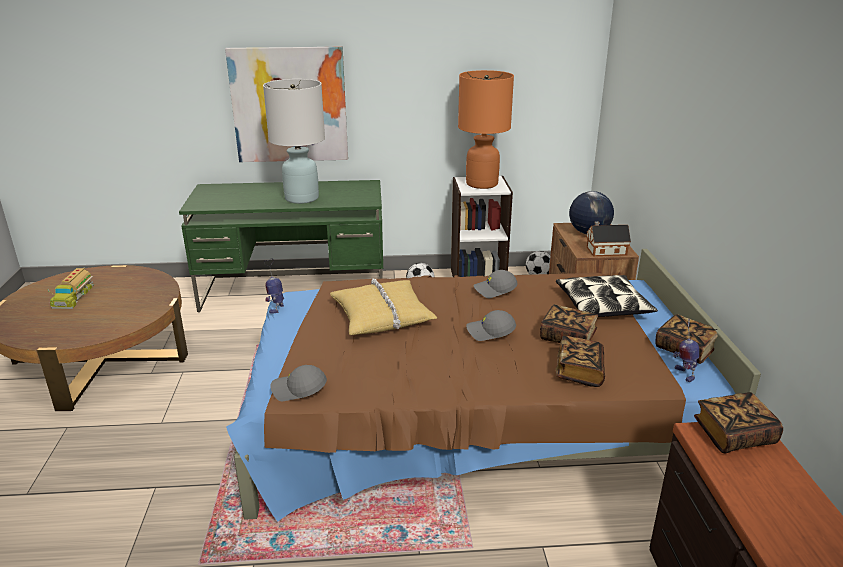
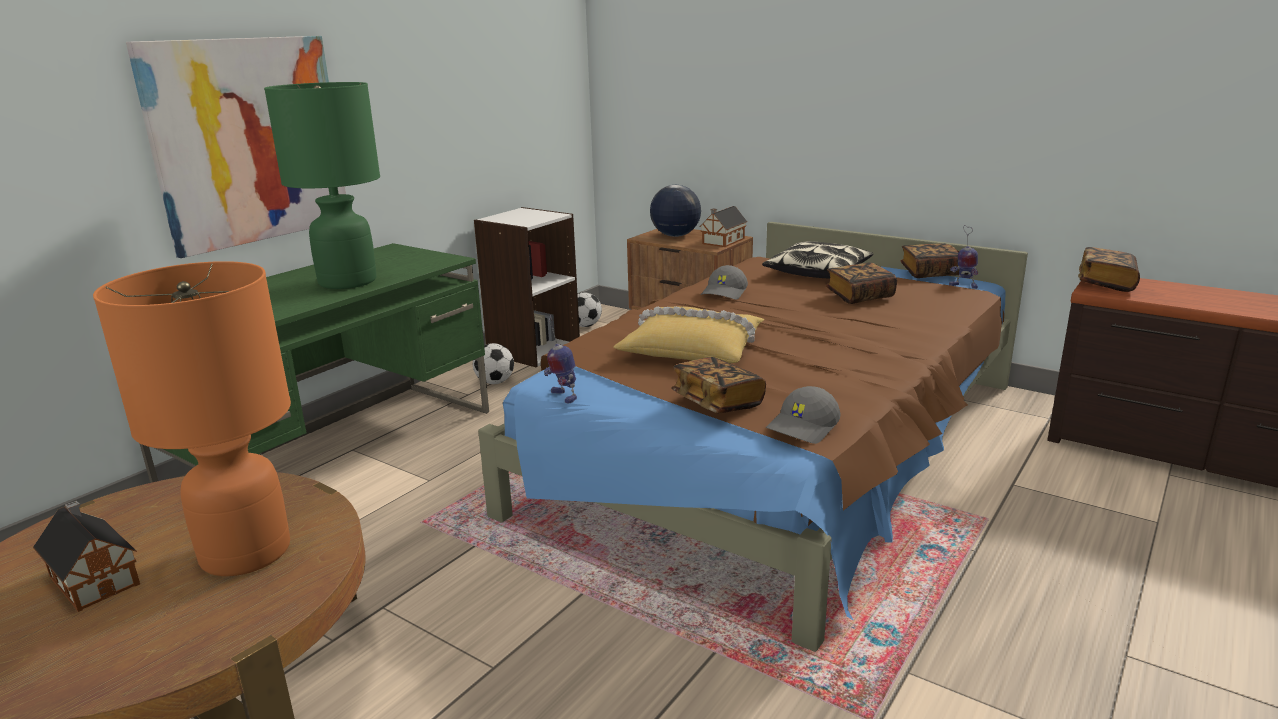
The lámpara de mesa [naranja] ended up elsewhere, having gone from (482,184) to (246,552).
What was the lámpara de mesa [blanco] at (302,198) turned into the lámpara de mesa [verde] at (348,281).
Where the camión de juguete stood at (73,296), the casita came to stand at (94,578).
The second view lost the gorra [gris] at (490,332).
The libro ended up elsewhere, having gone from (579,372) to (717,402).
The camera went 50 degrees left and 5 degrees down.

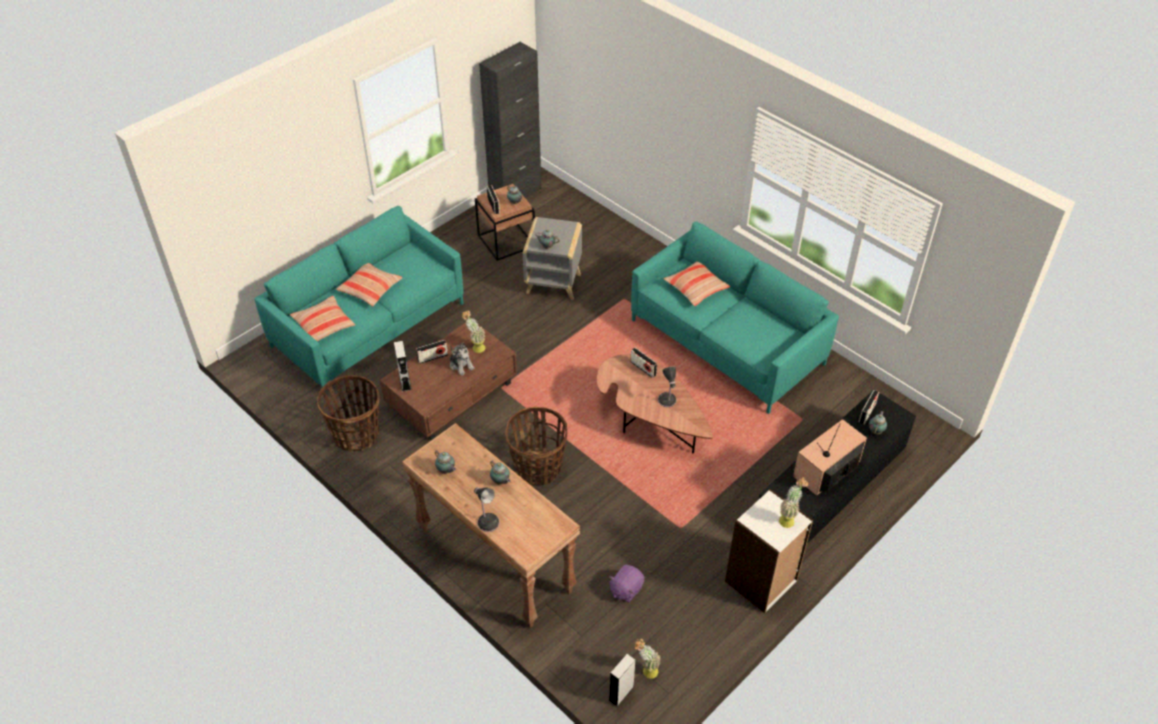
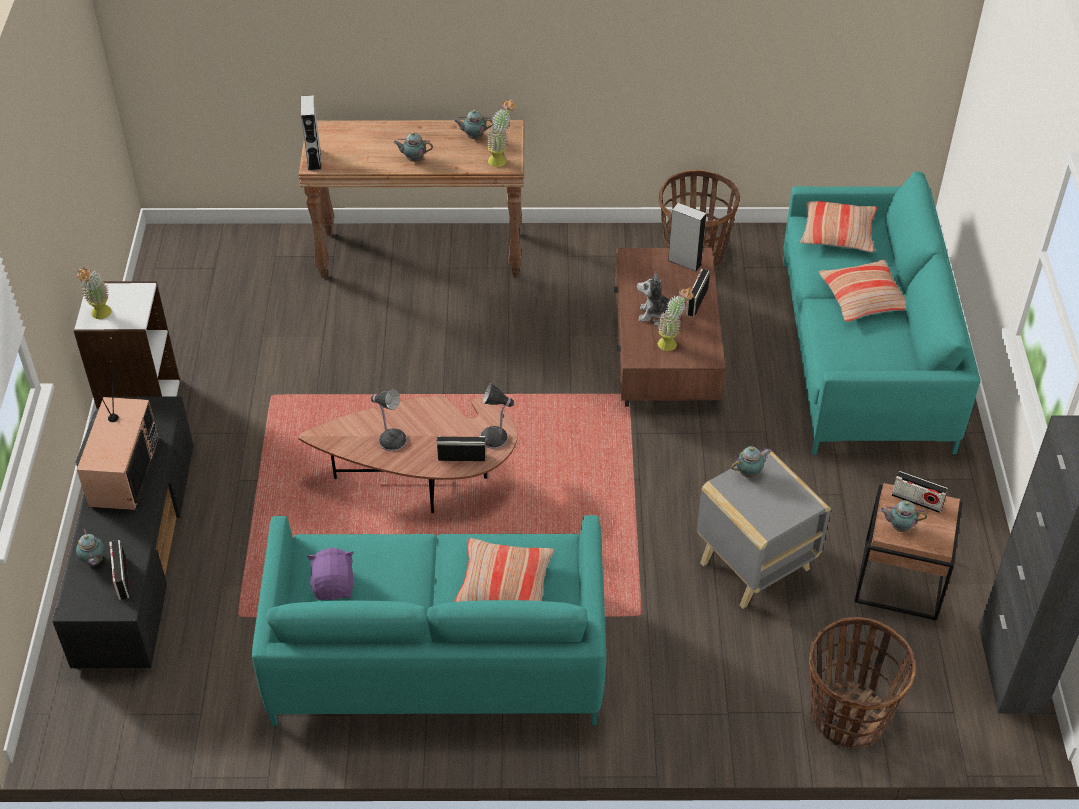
The cesta ended up elsewhere, having gone from (538,468) to (847,716).
The lámpara de mesa ended up elsewhere, having gone from (487,521) to (496,438).
The peluche [morado] ended up elsewhere, having gone from (626,589) to (334,586).
The planta en maceta ended up elsewhere, having gone from (646,671) to (501,159).
The altavoz [gris] ended up elsewhere, having gone from (621,693) to (314,160).
The camera went 135 degrees right and 0 degrees up.

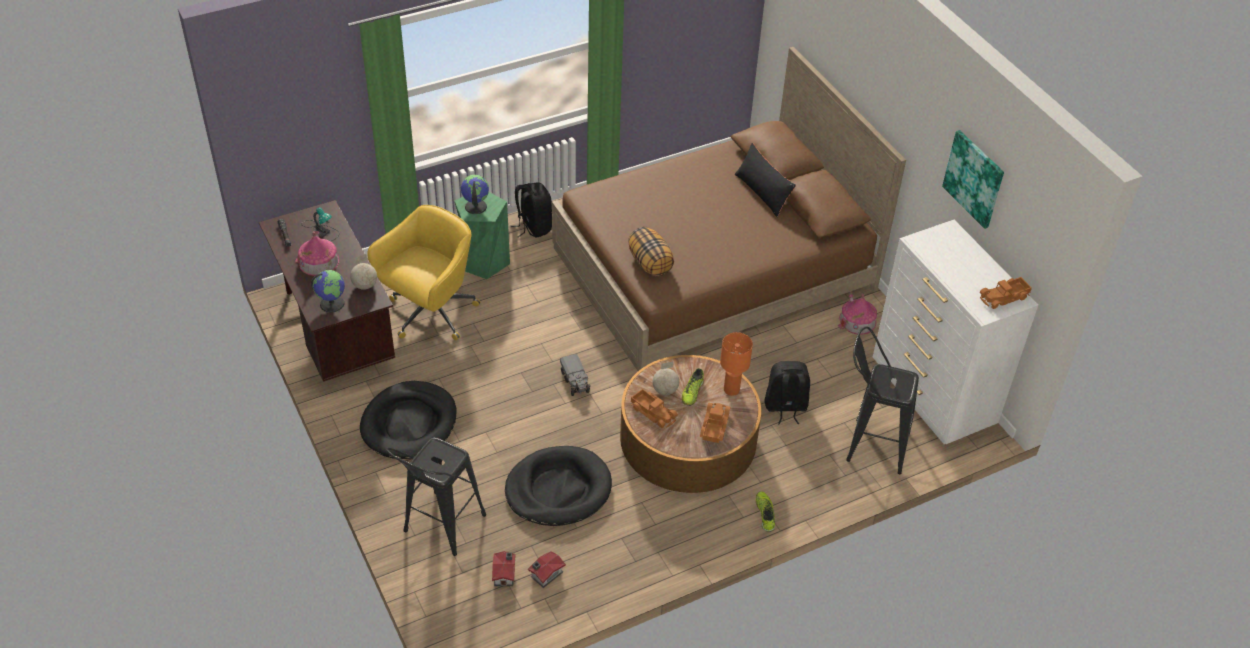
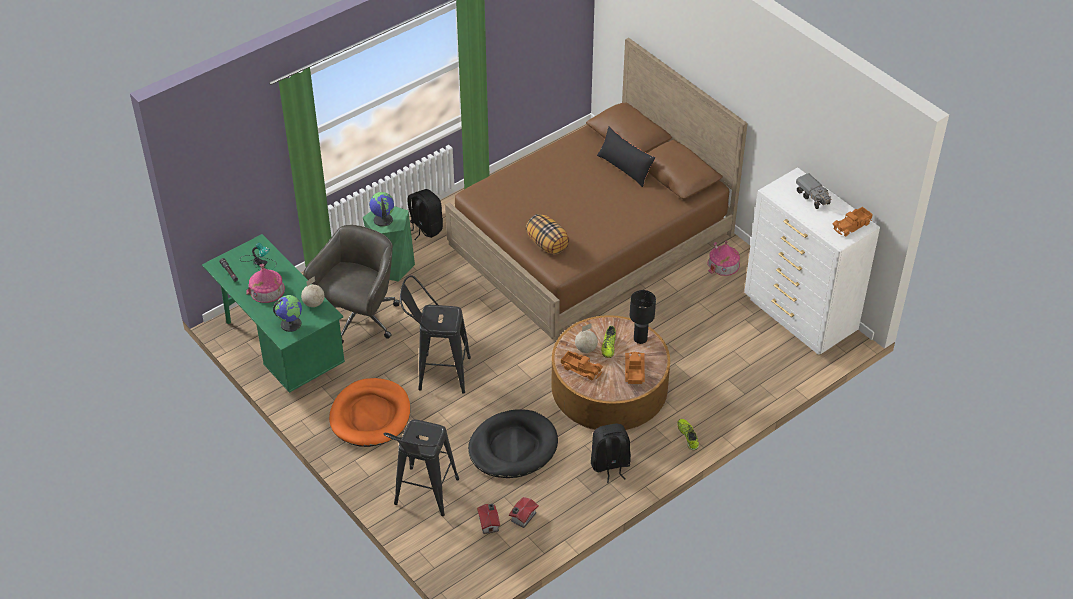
The second view lost the cuadro at (974,178).
What was the escritorio [marrón] at (335,332) turned into the escritorio [verde] at (281,350).
What was the silla de oficina [amarillo] at (430,314) turned into the silla de oficina [gris] at (359,319).
The taburete [negro] ended up elsewhere, having gone from (870,444) to (437,373).
What was the lámpara de mesa [naranja] at (732,389) turned into the lámpara de mesa [negro] at (640,339).
The camión de juguete ended up elsewhere, having gone from (575,382) to (813,197).
The mochila [negro] ended up elsewhere, having gone from (785,407) to (610,465).
What was the cama para perro [negro] at (409,423) turned into the cama para perro [naranja] at (370,415).
The camera went 10 degrees left and 0 degrees up.

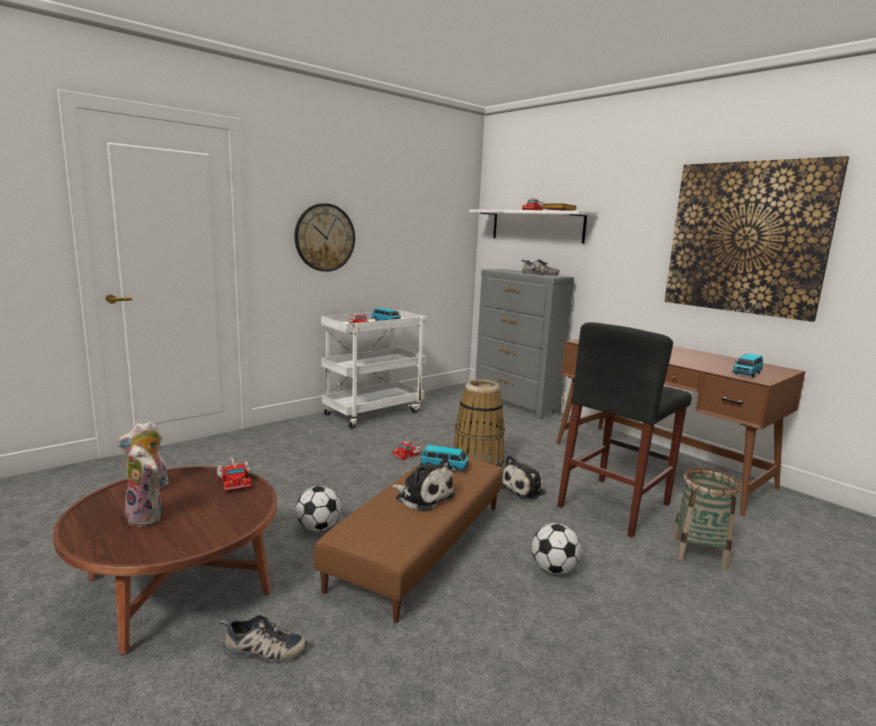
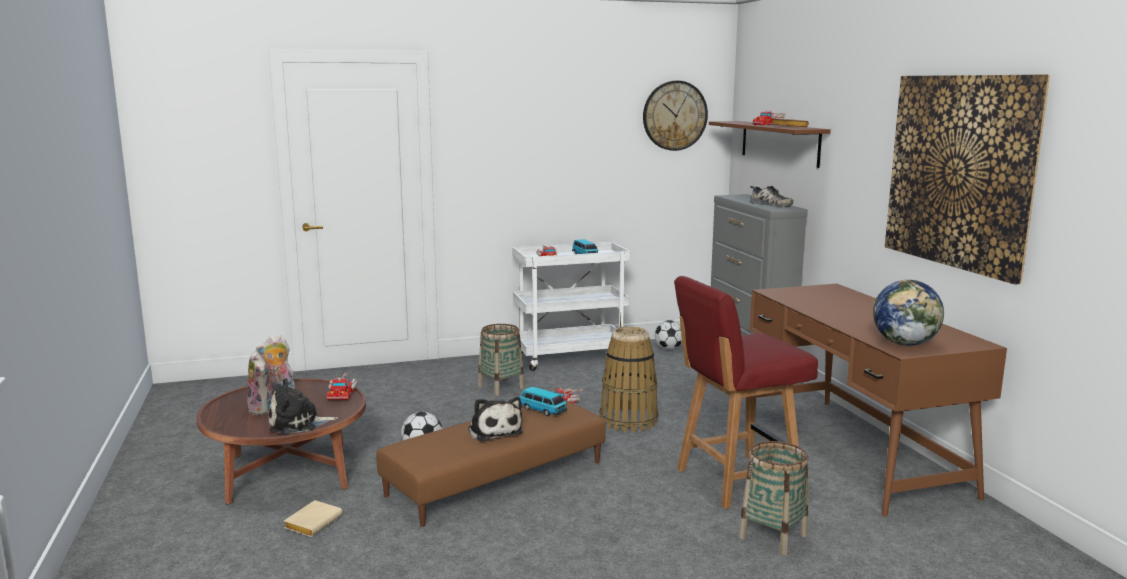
The reloj de pared ended up elsewhere, having gone from (324,237) to (674,115).
What was the estante [blanco] at (536,226) turned into the estante [marrón] at (779,143).
Where the taburete [negro] stood at (614,505), the silla [rojo] came to stand at (735,480).
Where the coche de juguete stood at (747,374), the globo terráqueo came to stand at (905,344).
The peluche ended up elsewhere, having gone from (525,490) to (298,423).
The balón de fútbol ended up elsewhere, having gone from (554,569) to (669,349).
Where the zapato stood at (263,651), the libro [beis] came to stand at (313,522).
The second view gained the cesta at (501,387).
The camera went 25 degrees right and 0 degrees up.

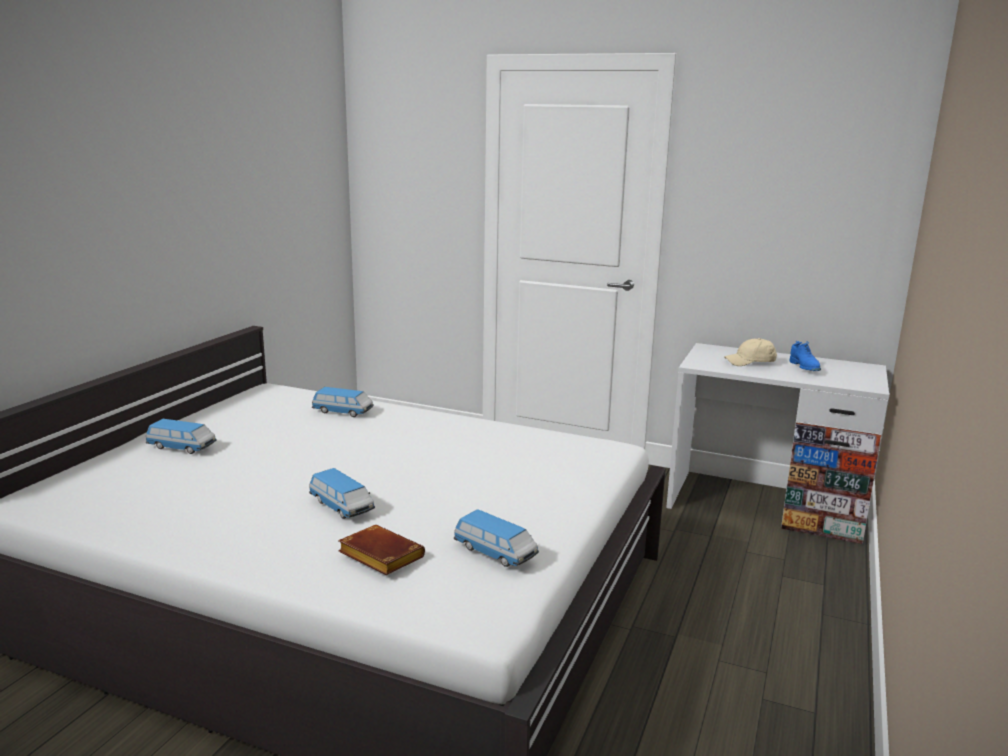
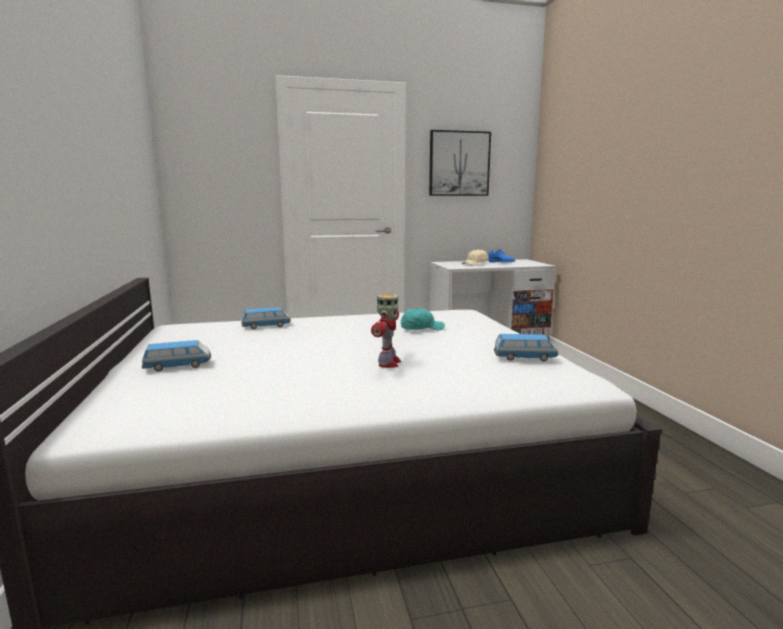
Where the coche de juguete stood at (341,507), the robot de juguete came to stand at (388,363).
The second view lost the libro [marrón] at (378,556).
The second view gained the cuadro at (459,164).
The second view gained the gorra [turquesa] at (421,329).
The camera went 35 degrees left and 5 degrees down.

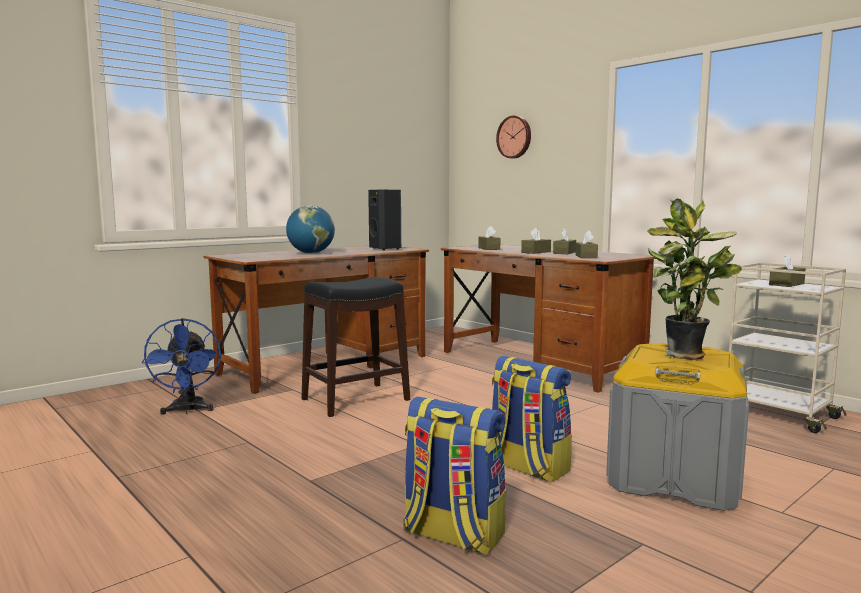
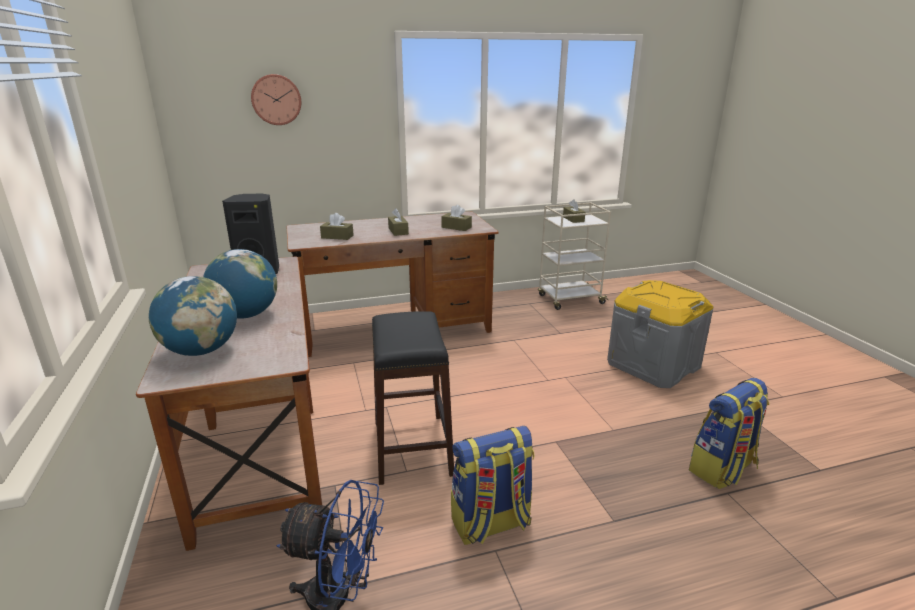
The second view lost the planta en maceta at (686,356).
The second view lost the caja de pañuelos [marrón] at (564,253).
The mochila ended up elsewhere, having gone from (527,467) to (491,524).
The second view gained the globo terráqueo at (201,351).
The camera went 65 degrees left and 15 degrees up.

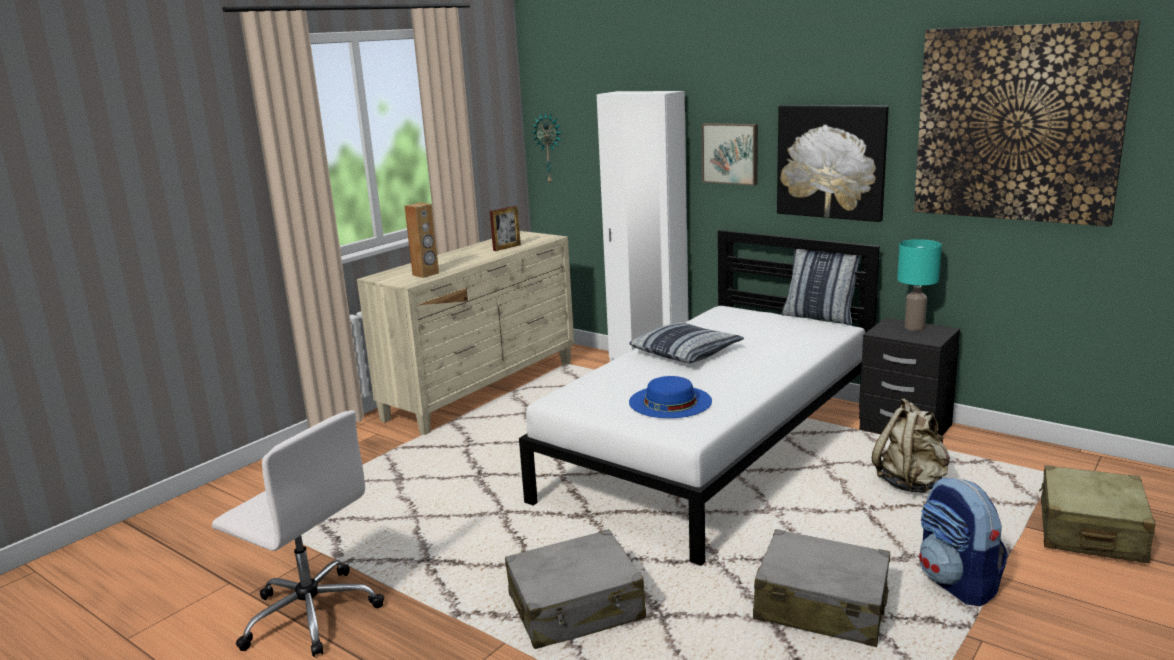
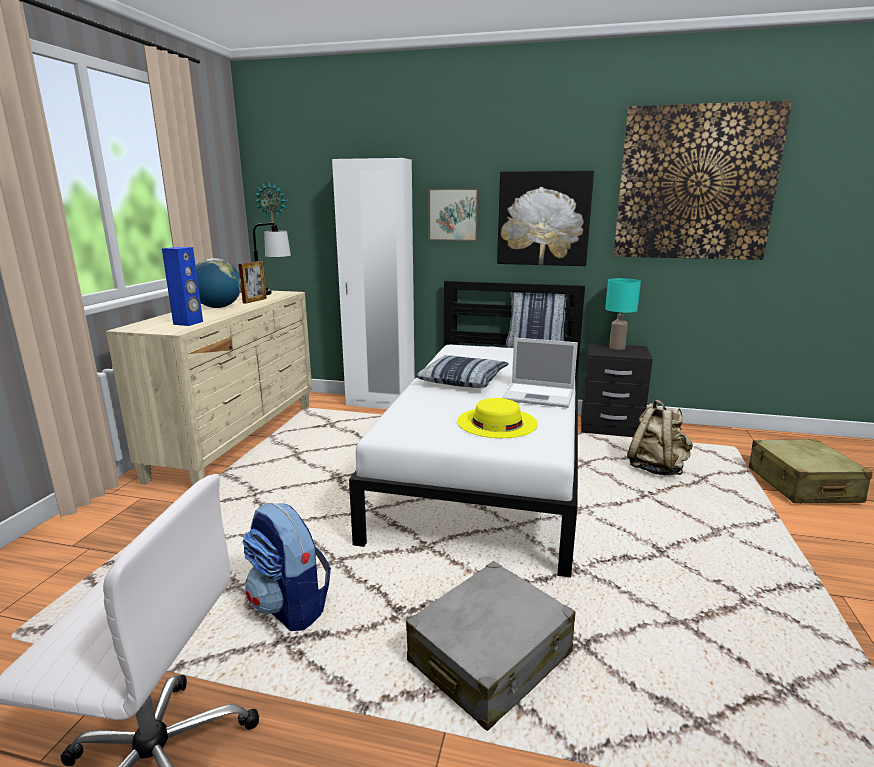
What was the altavoz [marrón] at (426,274) turned into the altavoz [azul] at (188,323).
What was the sombrero [azul] at (670,401) turned into the sombrero [amarillo] at (497,422).
The mochila ended up elsewhere, having gone from (957,584) to (290,606).
The second view lost the maleta [gris] at (820,606).
The second view gained the lámpara de mesa at (270,294).
The second view gained the globo terráqueo at (218,307).
The second view gained the portátil at (540,395).
The camera went 25 degrees left and 0 degrees up.

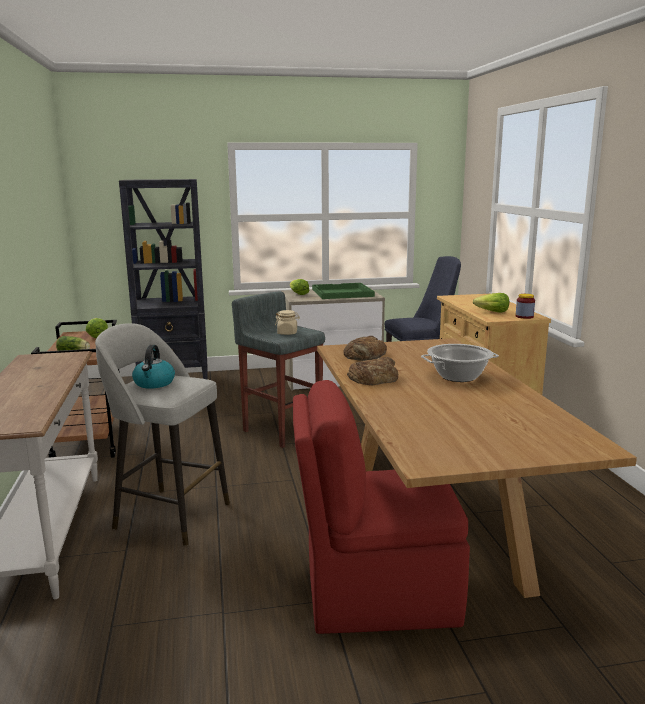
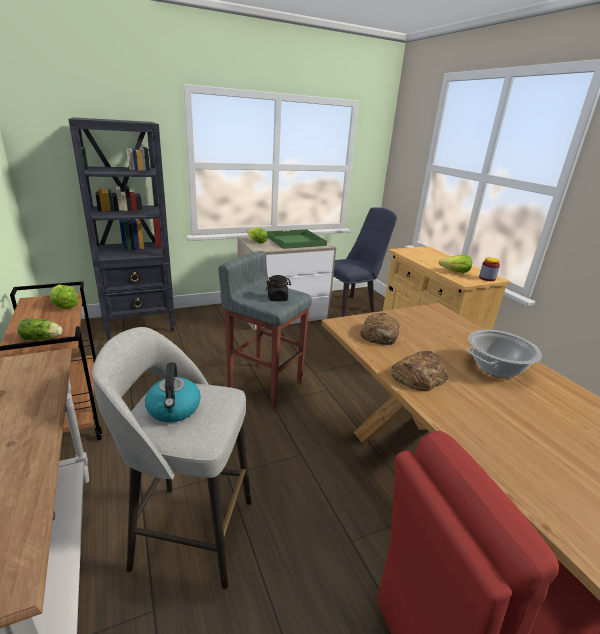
What was the tarro [beis] at (287,333) turned into the tarro [negro] at (277,298).
The camera went 15 degrees left and 10 degrees up.

